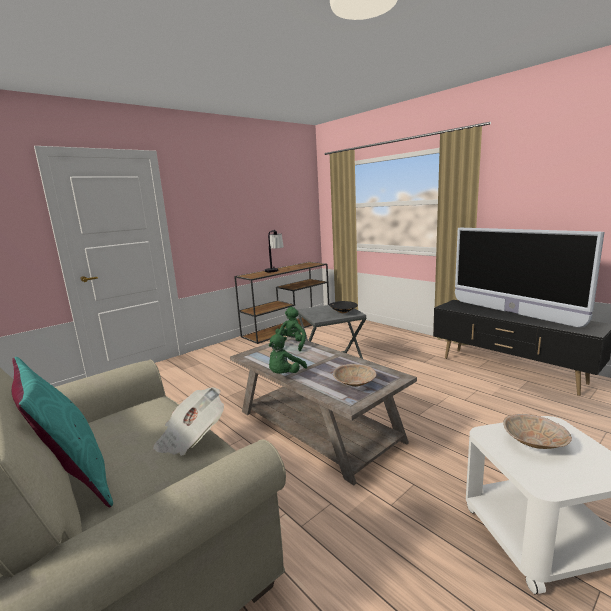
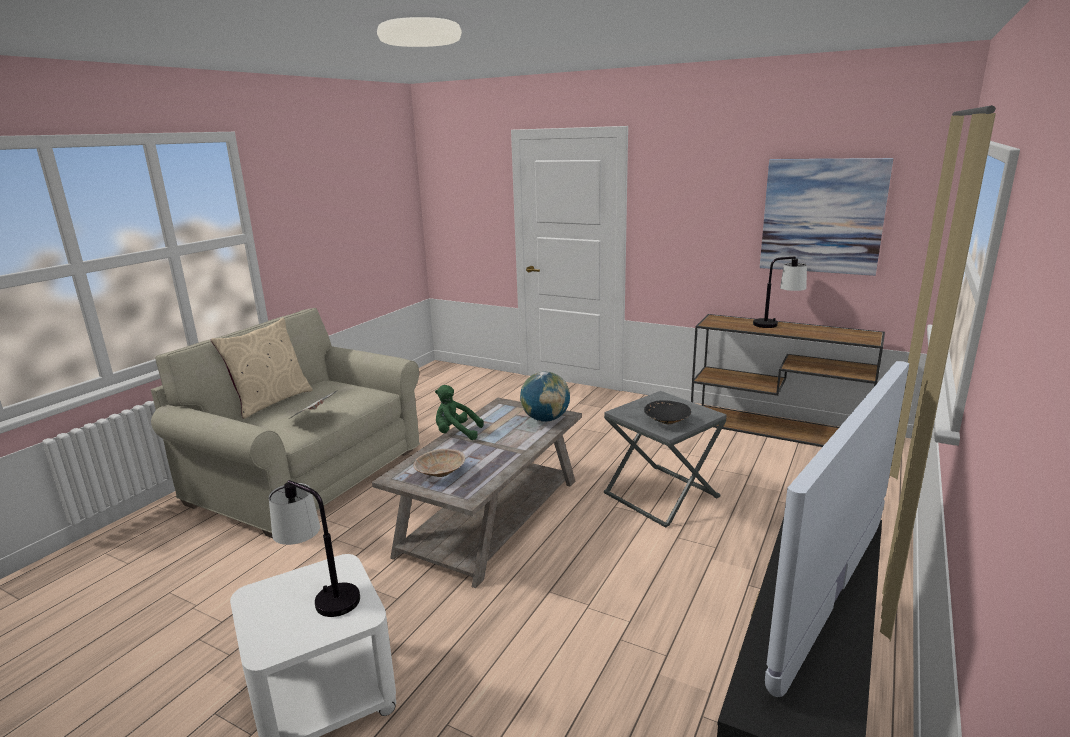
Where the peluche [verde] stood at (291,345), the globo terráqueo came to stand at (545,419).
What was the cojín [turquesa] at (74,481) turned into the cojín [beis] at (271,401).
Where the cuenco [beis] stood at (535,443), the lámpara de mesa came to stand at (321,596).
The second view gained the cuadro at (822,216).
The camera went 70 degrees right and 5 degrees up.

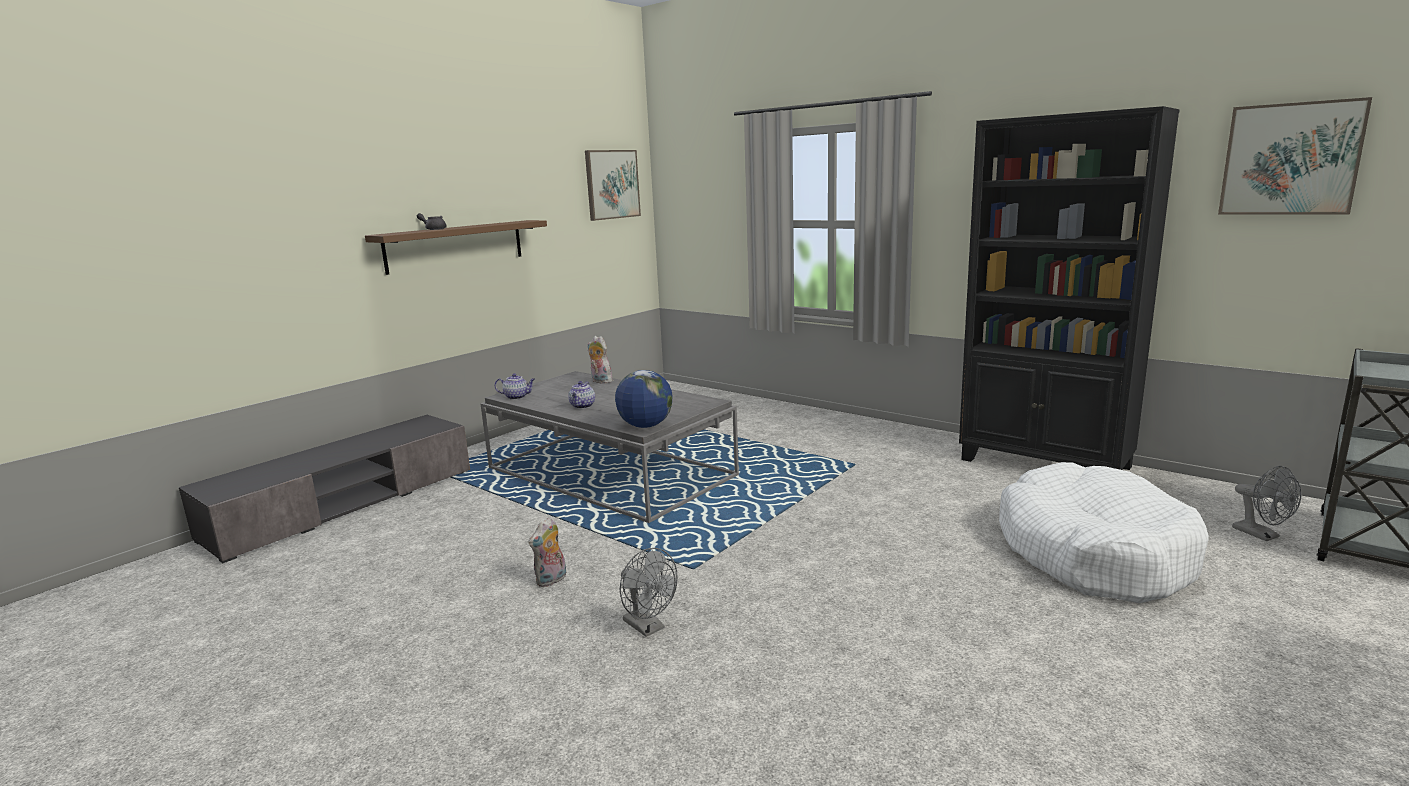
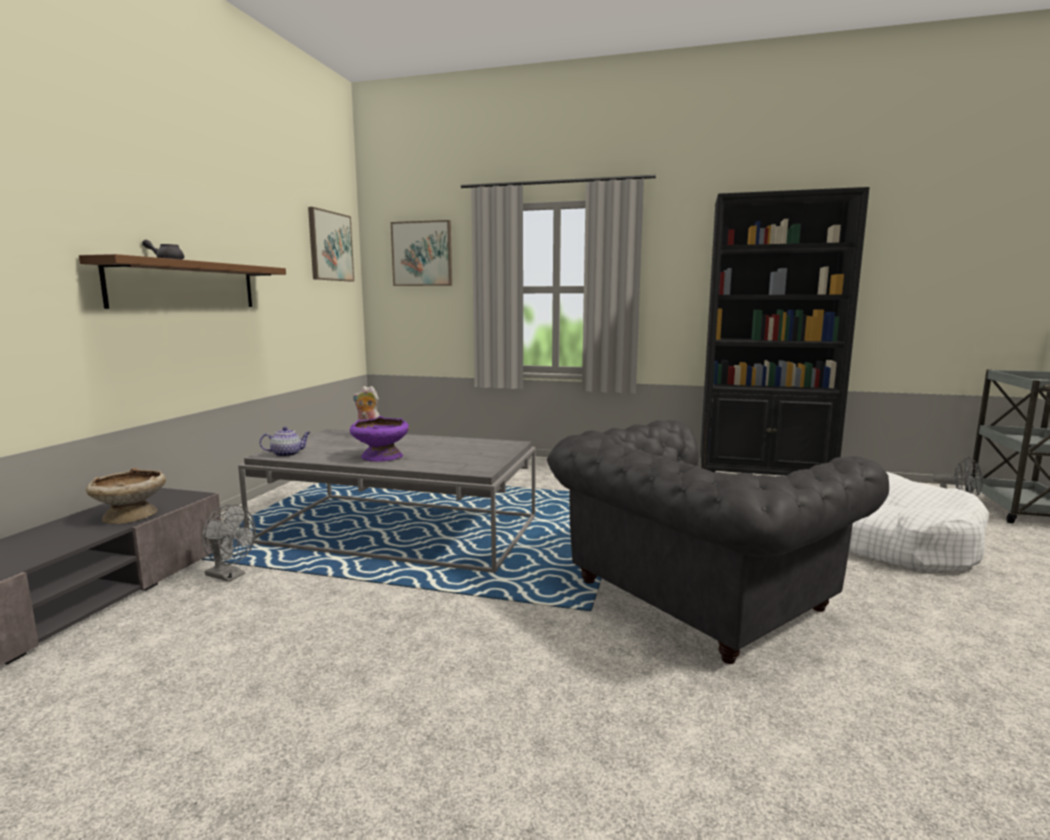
The cuadro ended up elsewhere, having gone from (1290,159) to (422,254).
The second view lost the globo terráqueo at (645,426).
Where the tetera stood at (582,406), the cuenco [morado] came to stand at (381,456).
The second view lost the peluche at (552,580).
The ventilador [gris] ended up elsewhere, having gone from (648,627) to (230,576).
The second view gained the sillón [gris] at (691,597).
The second view gained the cuenco [beis] at (131,516).
The camera went 25 degrees left and 5 degrees down.

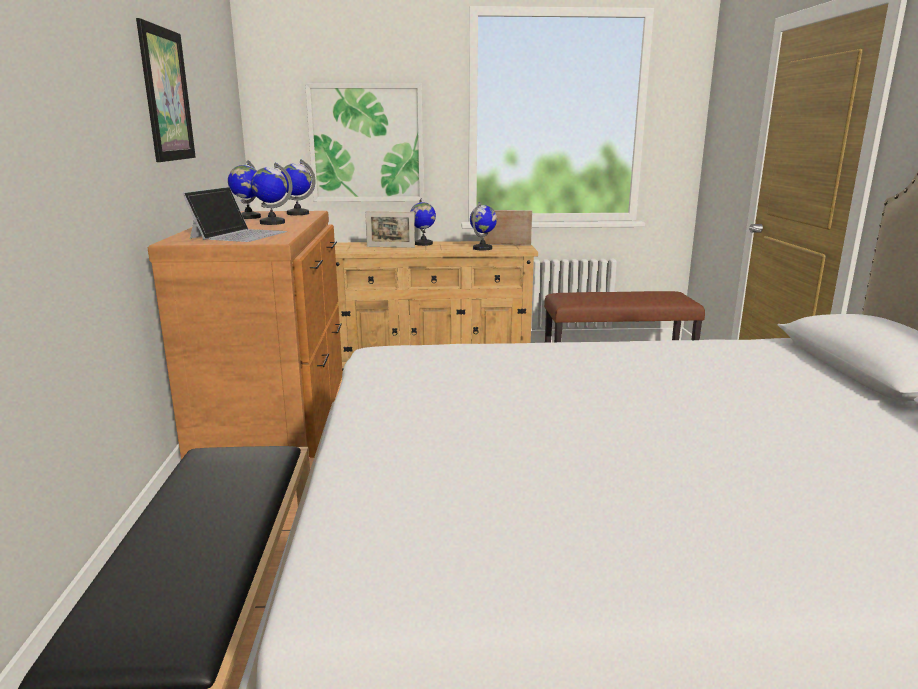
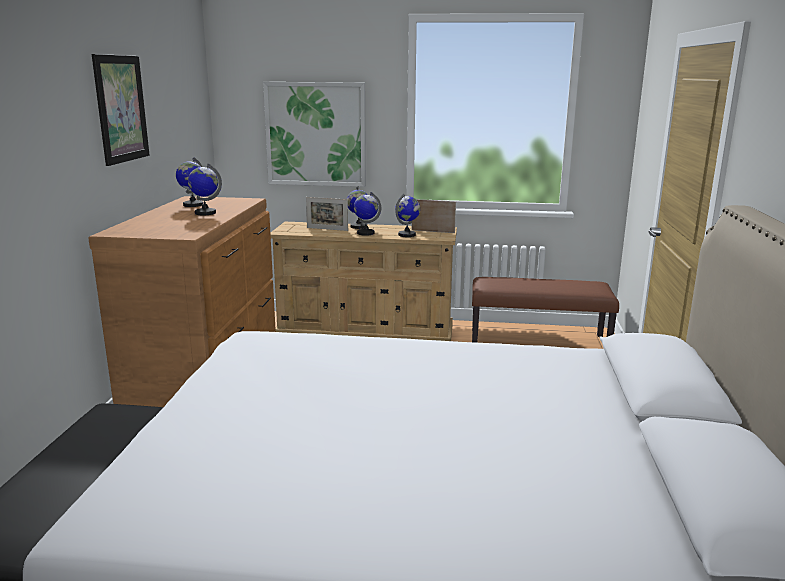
The globo terráqueo ended up elsewhere, having gone from (297,213) to (365,233).
The second view lost the portátil at (239,235).
The camera went 10 degrees right and 0 degrees up.

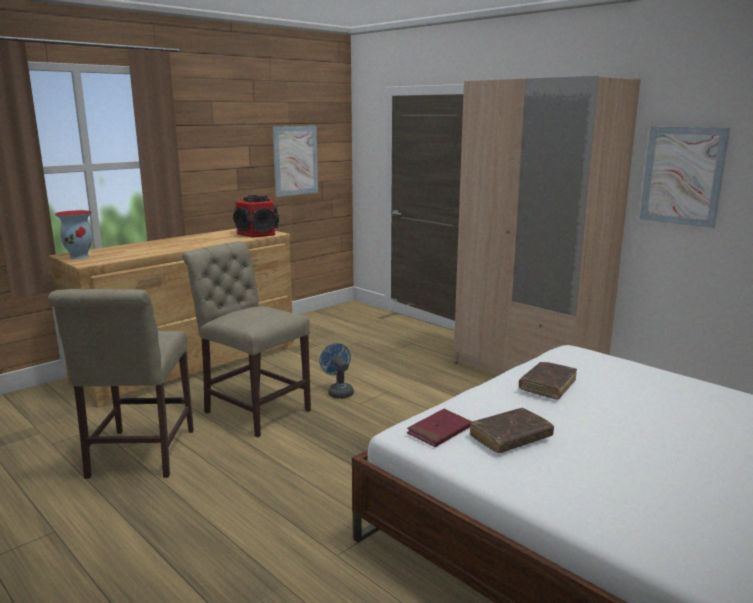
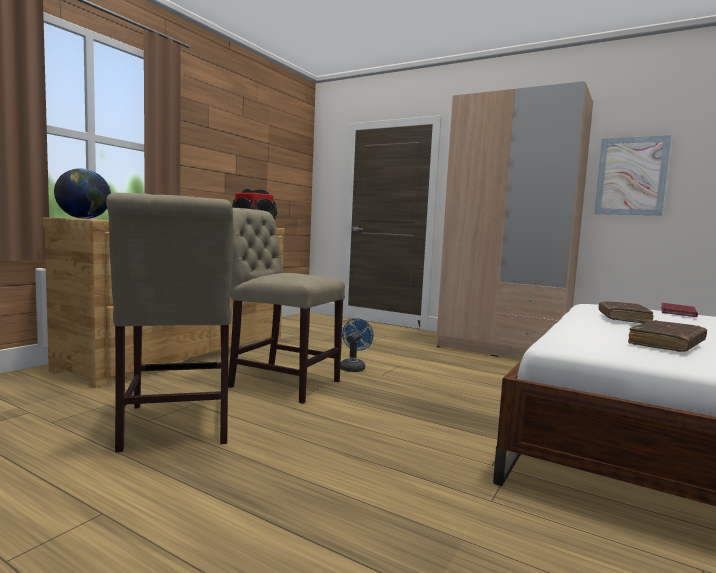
The second view lost the cuadro at (295,160).
Where the florero stood at (80,257), the globo terráqueo came to stand at (84,218).
The ventilador [azul] at (338,392) ended up facing another way, 60 degrees clockwise from before.
The libro [rojo] ended up elsewhere, having gone from (439,430) to (678,312).
The camera went 15 degrees left and 10 degrees down.

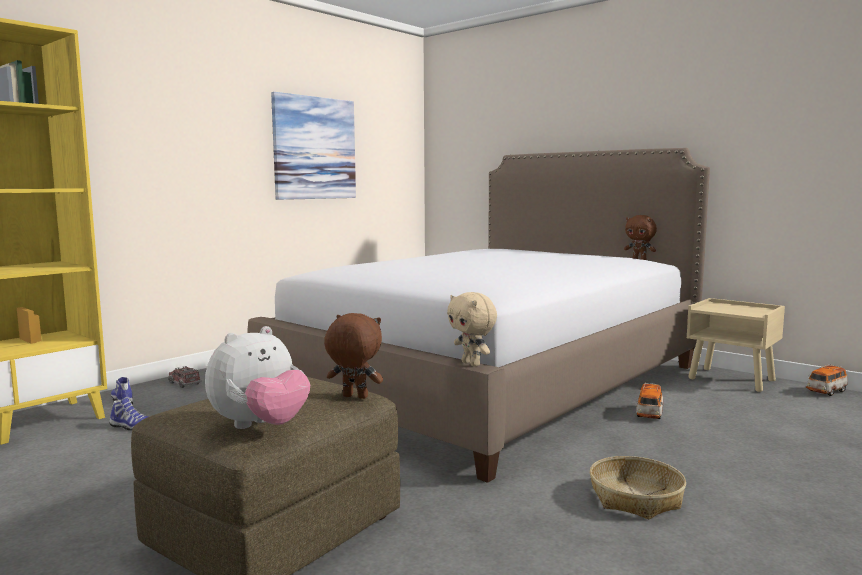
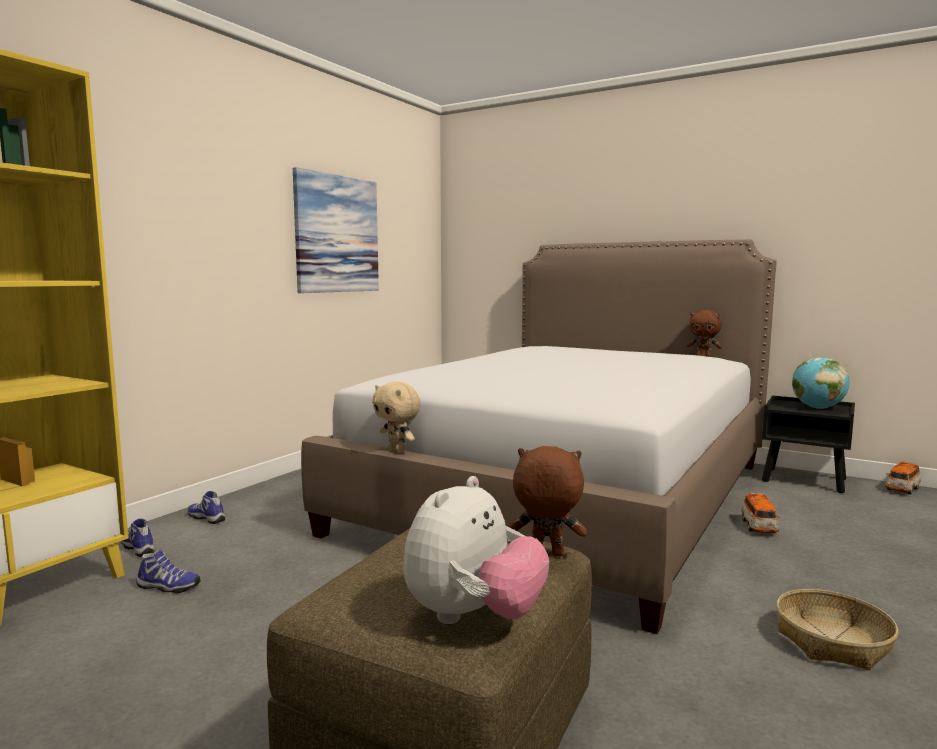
The peluche [beis] ended up elsewhere, having gone from (472,364) to (397,450).
What was the mesita de noche [beis] at (732,380) turned into the mesita de noche [negro] at (805,480).
Where the camión de juguete stood at (184,383), the zapato came to stand at (207,518).
The second view gained the globo terráqueo at (817,408).
The camera went 10 degrees left and 0 degrees up.

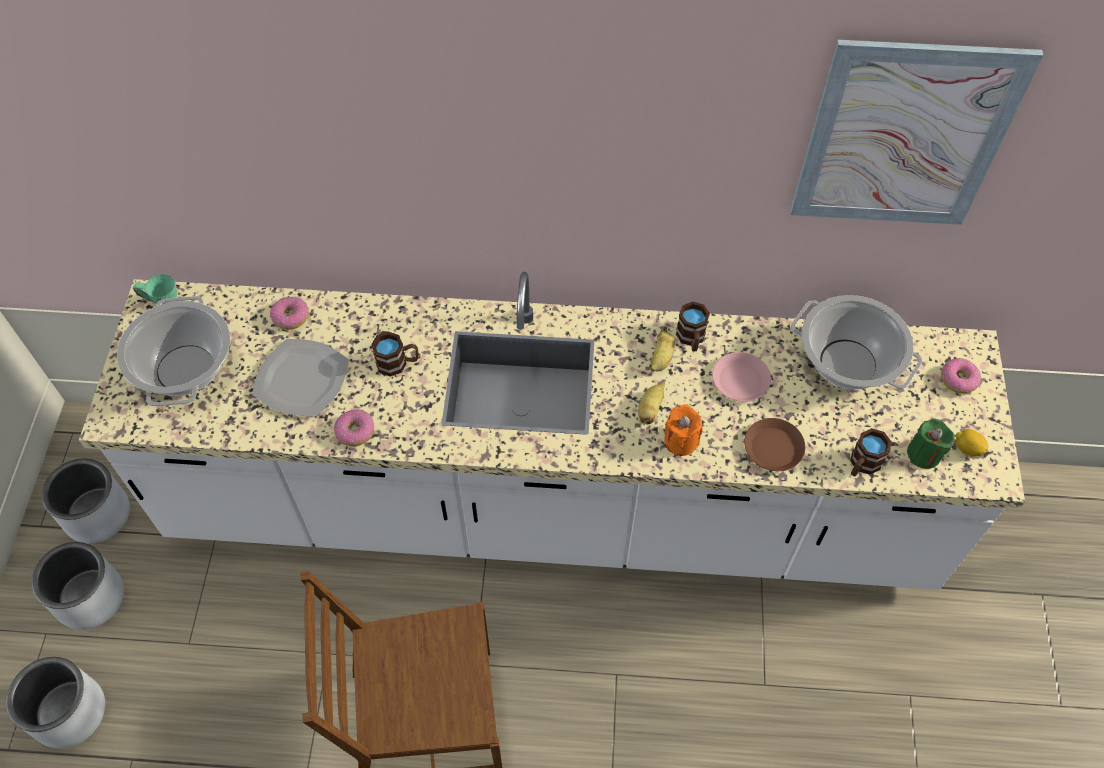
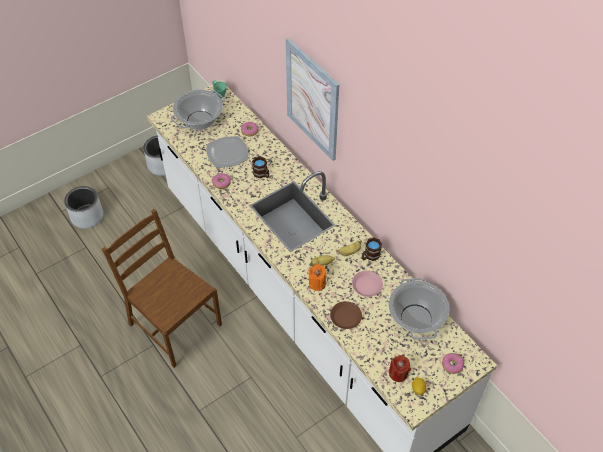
The cuadro ended up elsewhere, having gone from (904,137) to (312,100).
What was the vela [verde] at (924,454) turned into the vela [rojo] at (398,373).
The second view lost the taza grande [marrón] at (862,465).
The second view lost the maceta [gris] at (91,598).
The camera went 50 degrees right and 5 degrees down.

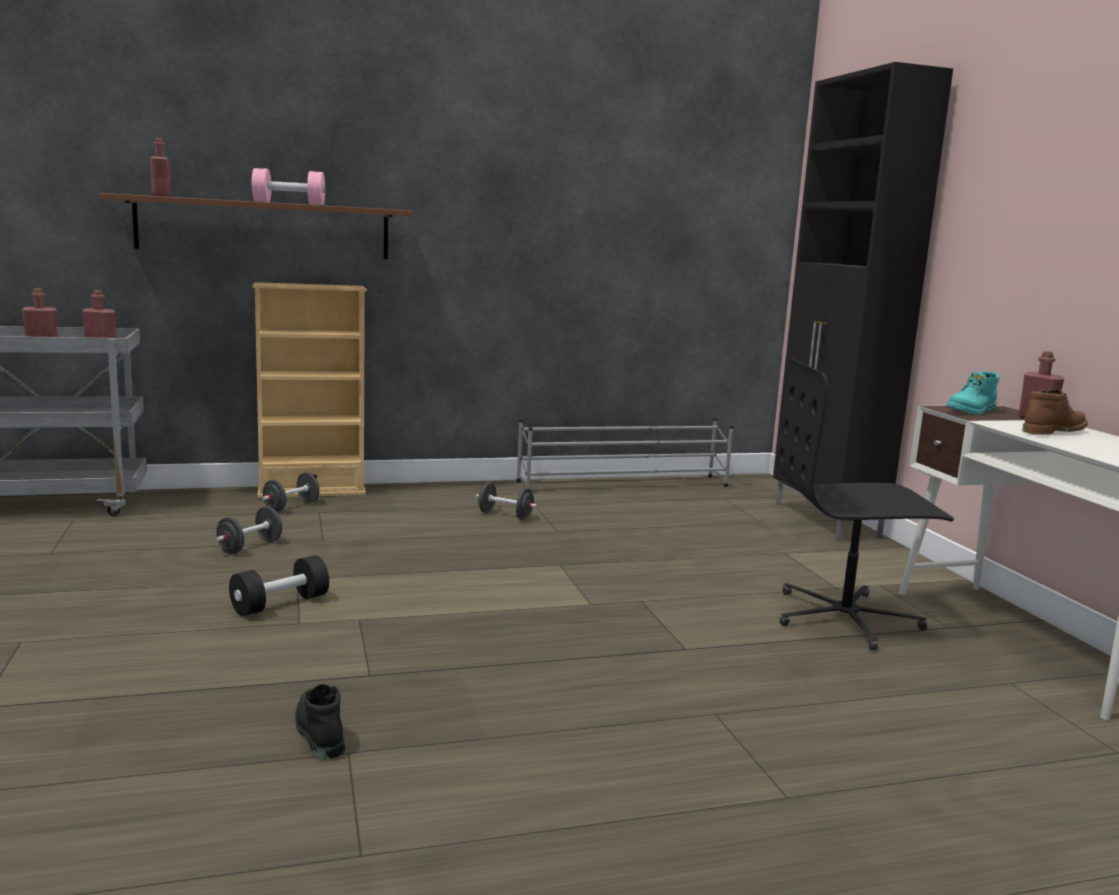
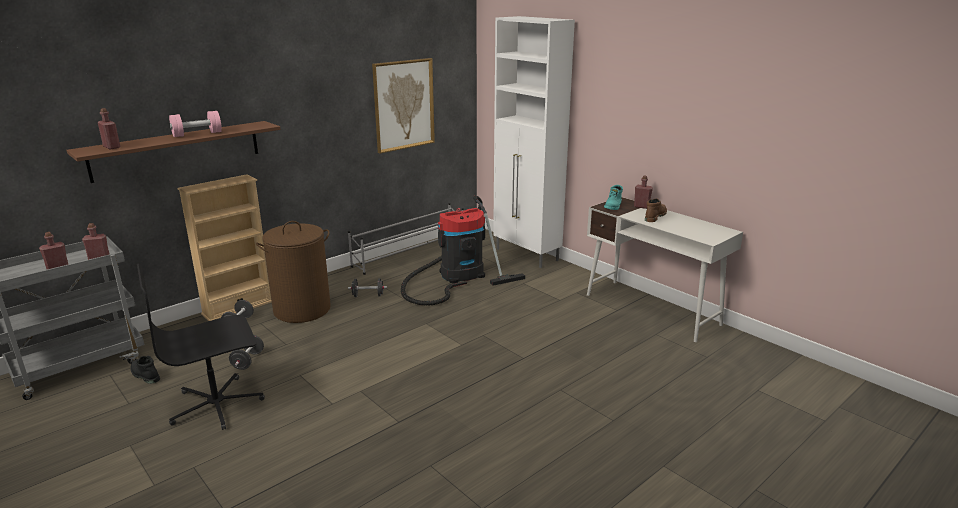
What was the armario [negro] at (826,521) turned into the armario [blanco] at (527,255).
The silla de oficina [negro] ended up elsewhere, having gone from (846,618) to (217,404).
The second view lost the mancuerna [negro] at (280,604).
The bota [negro] ended up elsewhere, having gone from (318,732) to (144,375).
The second view gained the cuadro at (403,105).
The second view gained the aspiradora at (457,276).
The second view gained the cesto de la ropa [marrón] at (302,309).
The camera went 25 degrees left and 10 degrees up.

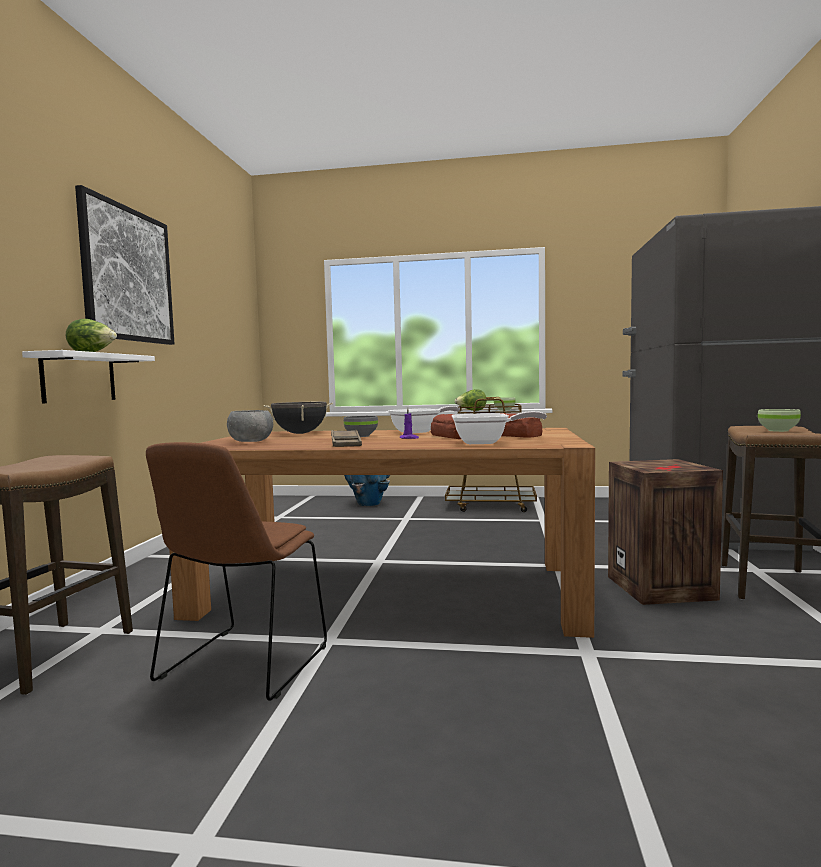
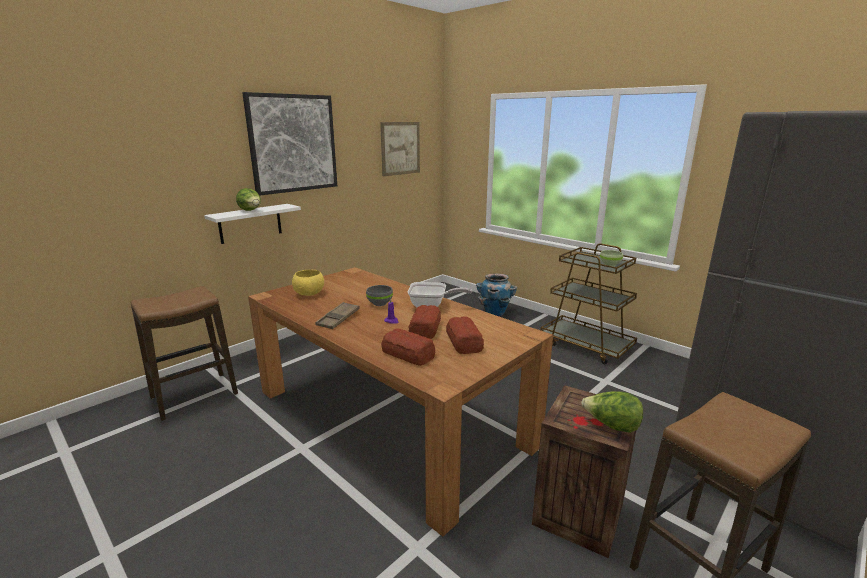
The lechuga ended up elsewhere, having gone from (471,411) to (611,426).
The second view lost the olla [negro] at (300,433).
The second view lost the cuenco [verde] at (777,430).
What was the cuenco [gris] at (250,441) turned into the cuenco [amarillo] at (309,293).
Where the sartén stood at (487,442), the pan came to stand at (408,354).
The second view lost the silla [marrón] at (242,666).
The second view gained the cuadro at (400,148).
The camera went 35 degrees right and 15 degrees up.

